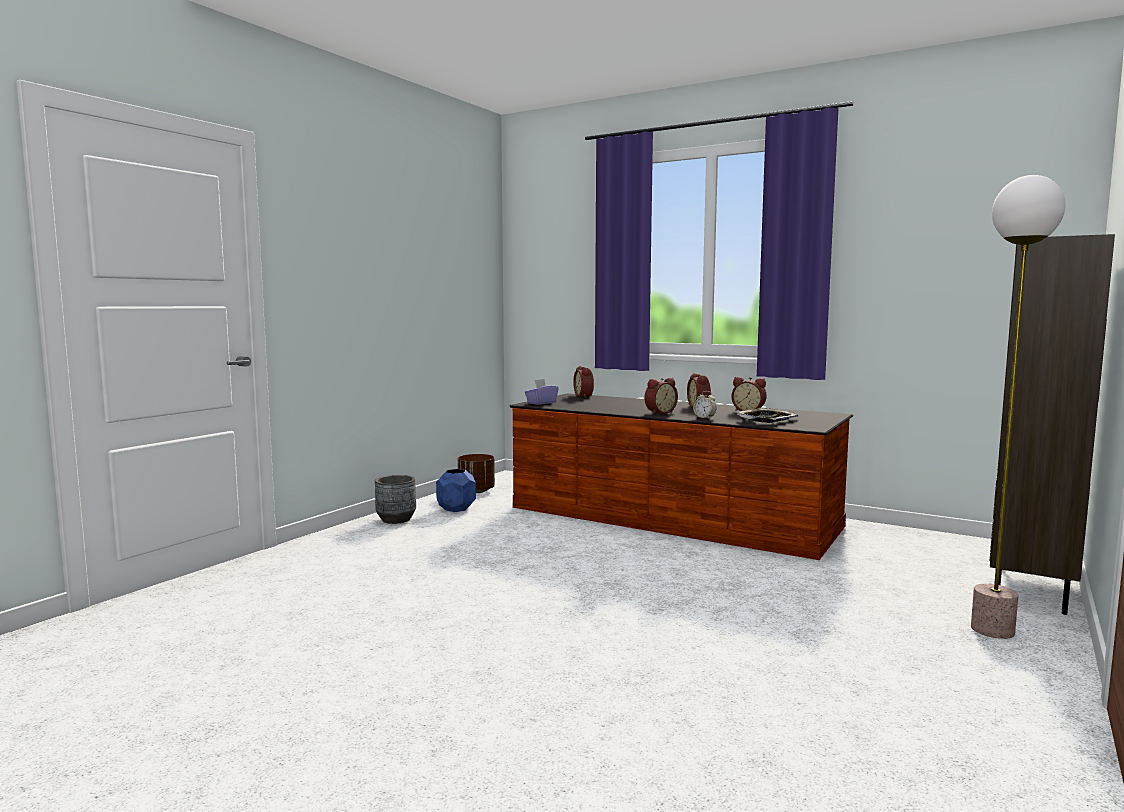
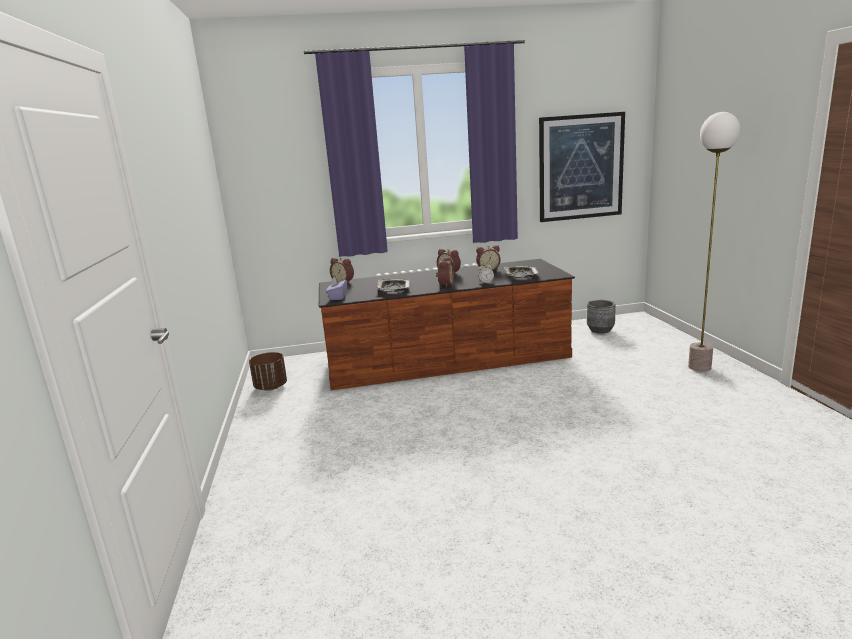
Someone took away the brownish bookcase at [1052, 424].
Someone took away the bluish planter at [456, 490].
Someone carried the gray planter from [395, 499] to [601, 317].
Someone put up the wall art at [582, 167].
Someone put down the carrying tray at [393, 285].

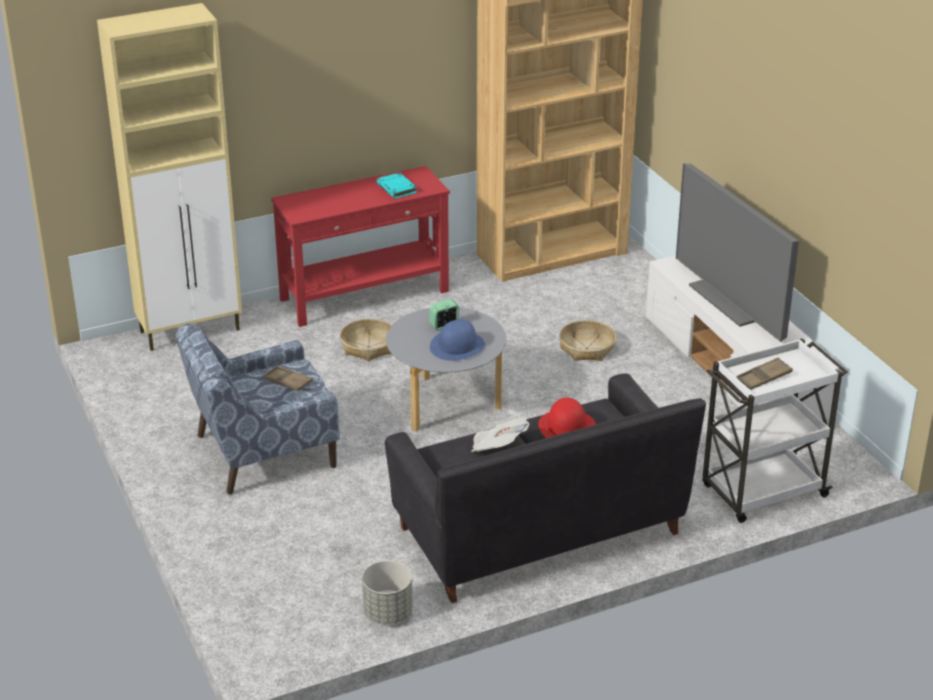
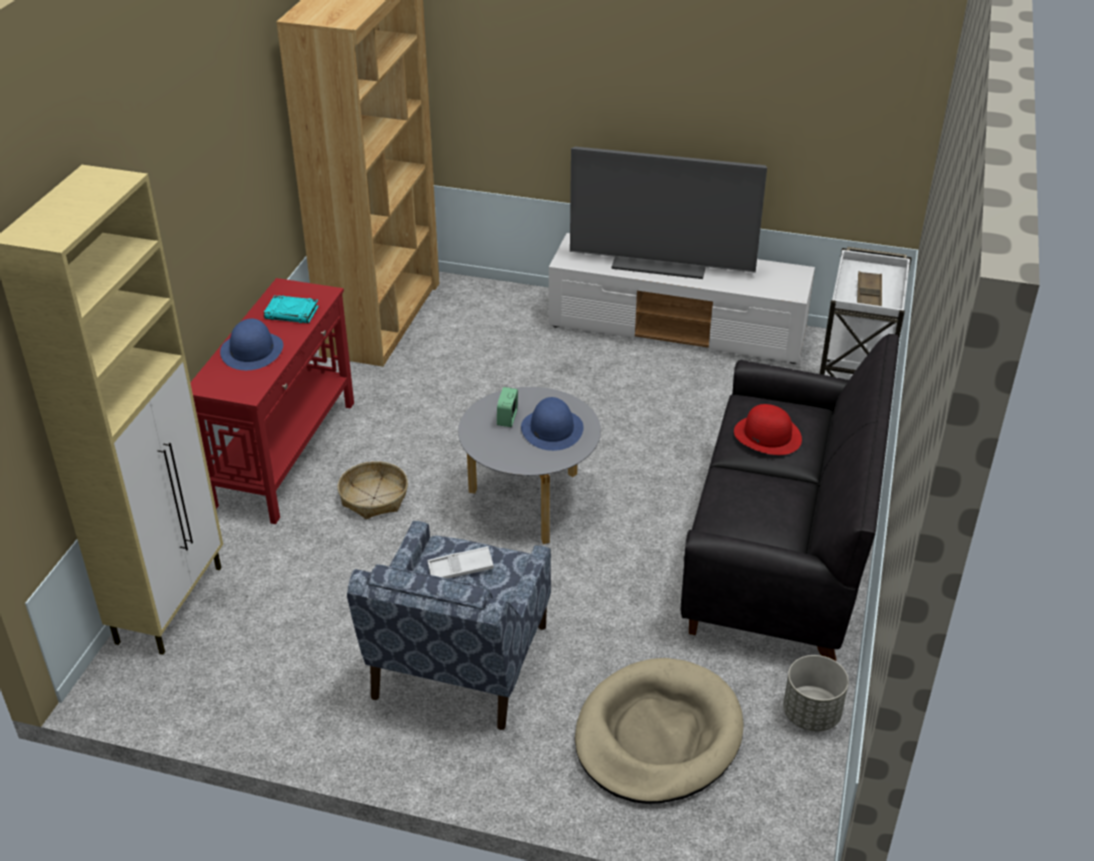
Someone took away the basket at [587, 340].
Someone repainted the brownish carrying tray at [288, 378], which became the white carrying tray at [460, 562].
Someone took away the newspaper at [500, 434].
Someone put down the bluish wearable hat at [251, 344].
Someone put down the beige dog cushion at [659, 731].

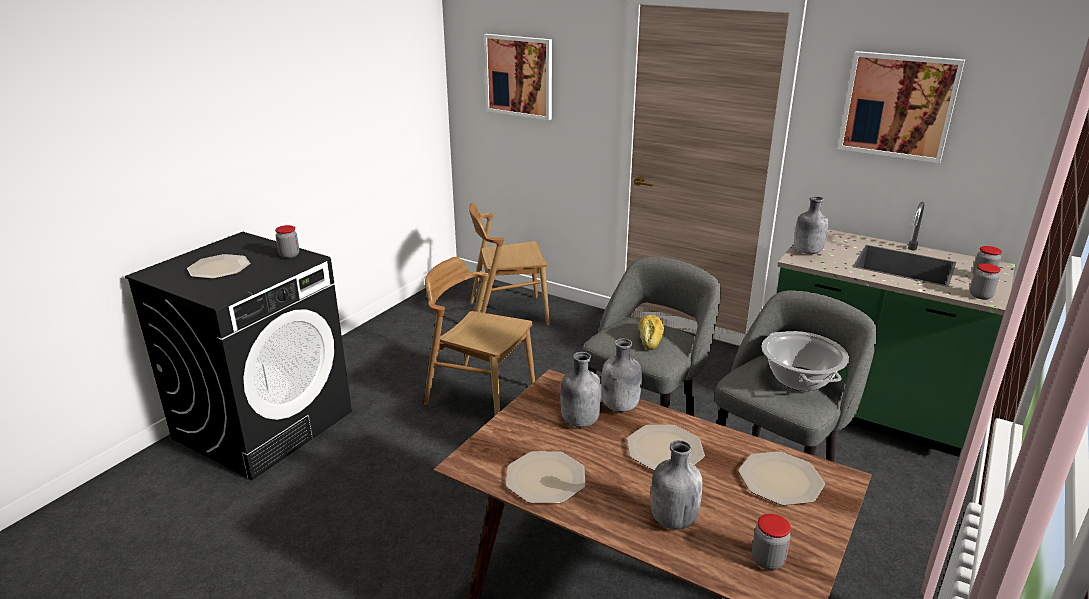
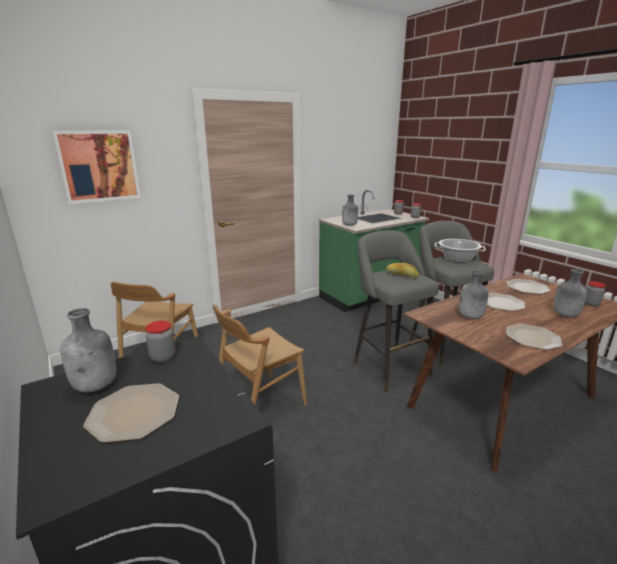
Someone took away the wall art at [901, 107].
Someone carried the gray beverage bottle from [621, 375] to [88, 350].

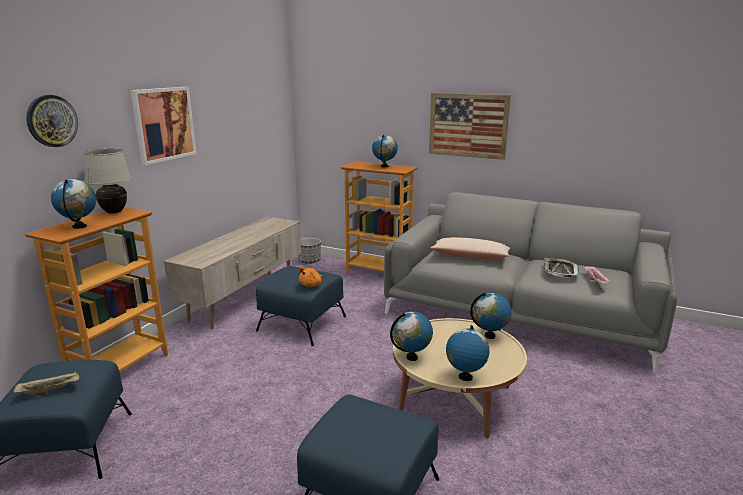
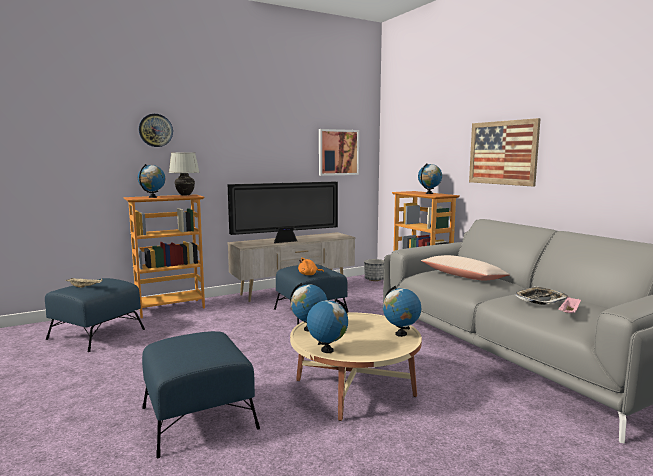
Someone carried the wall art from [163, 126] to [339, 152].
Someone put down the TV at [283, 212].

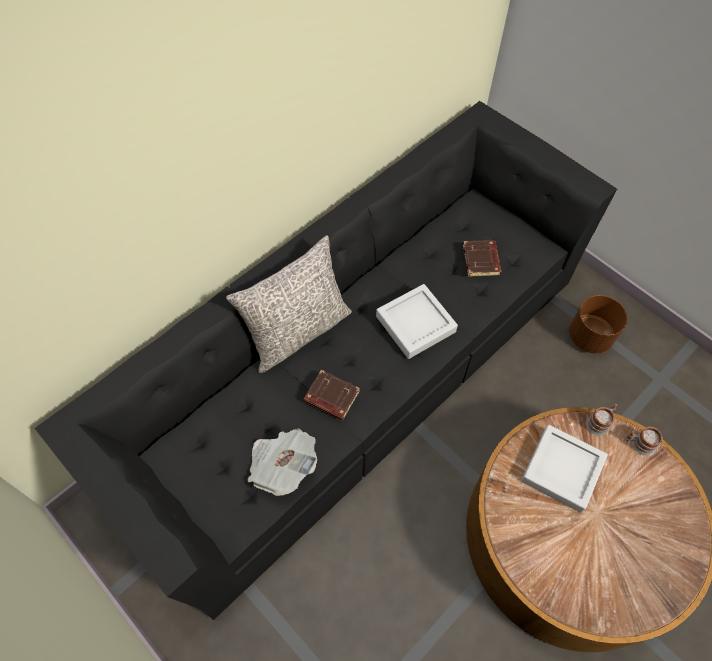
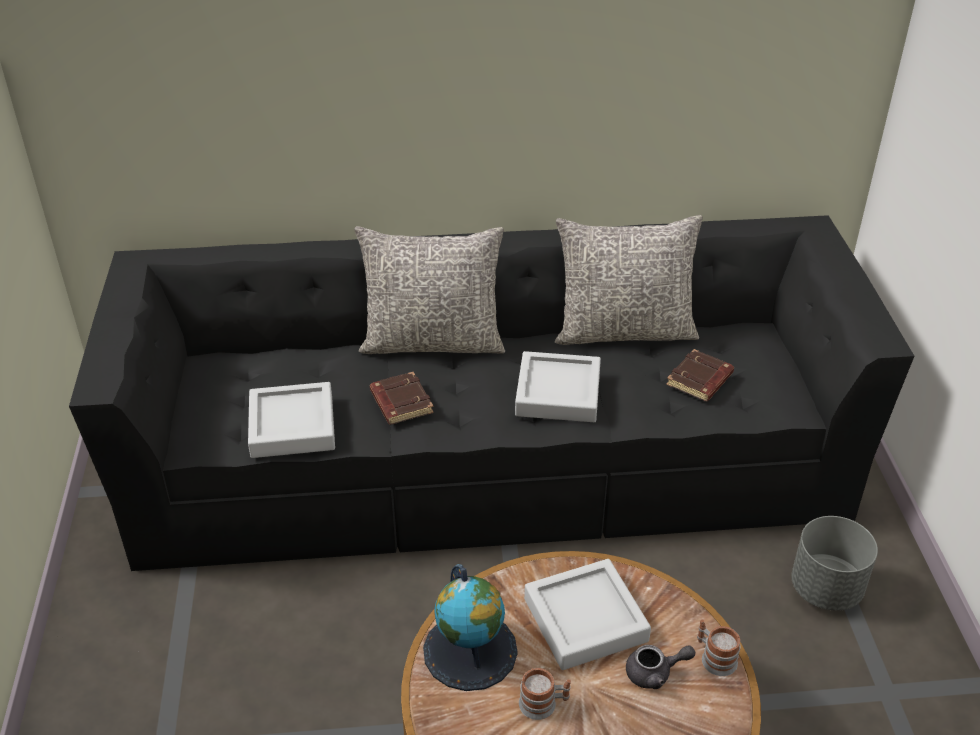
Someone repainted the brownish planter at [598, 324], which became the gray planter at [834, 563].
Someone carried the mug from [601, 420] to [545, 694].
Someone swapped the newspaper at [282, 462] for the gray carrying tray at [291, 420].
Someone put down the gray pillow at [629, 280].
Someone put down the globe at [470, 627].
Someone put down the gray tea pot at [660, 667].

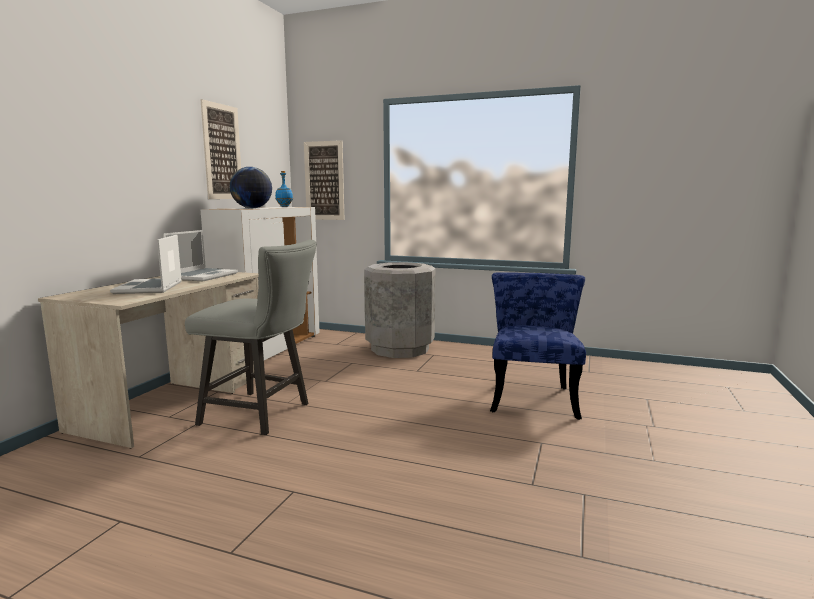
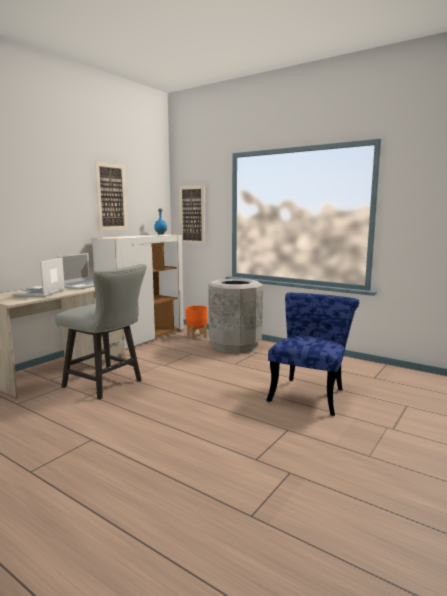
Someone took away the globe at [251, 187].
Someone put down the orange planter at [197, 322].

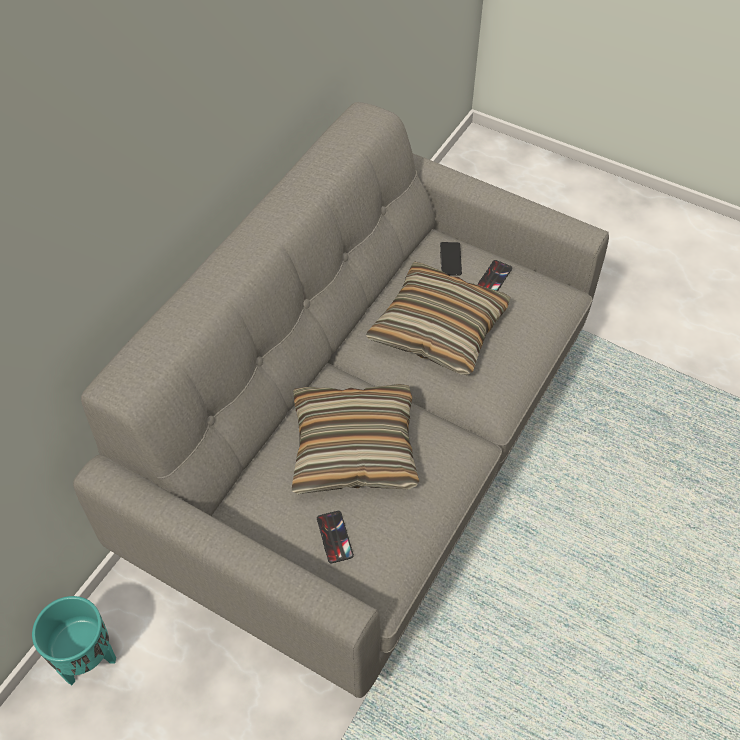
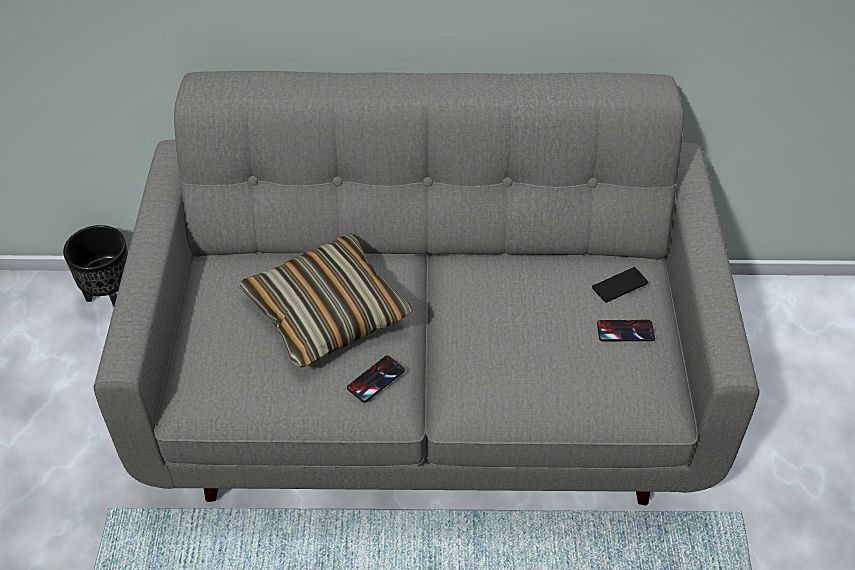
Someone took away the pillow at [438, 318].
Someone carried the handset from [335, 537] to [376, 379].
Someone repainted the turquoise planter at [74, 640], which became the black-coloured planter at [95, 266].

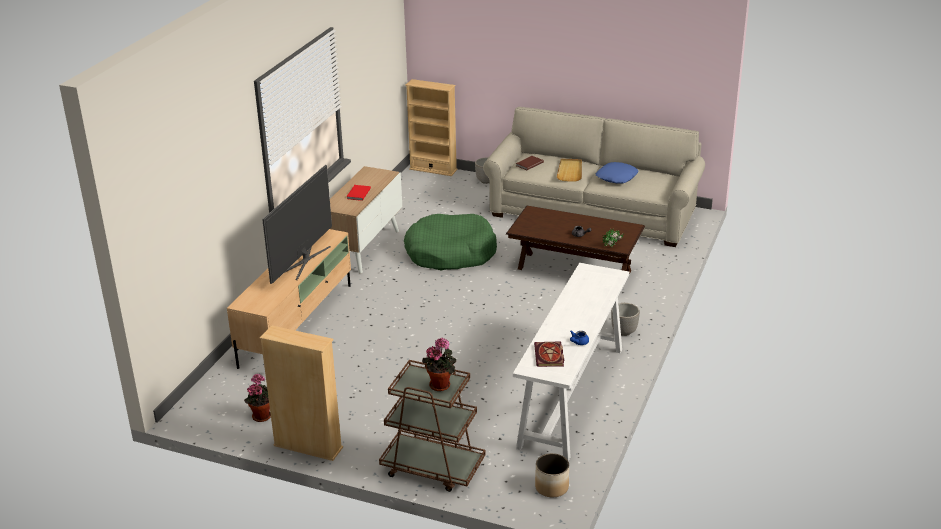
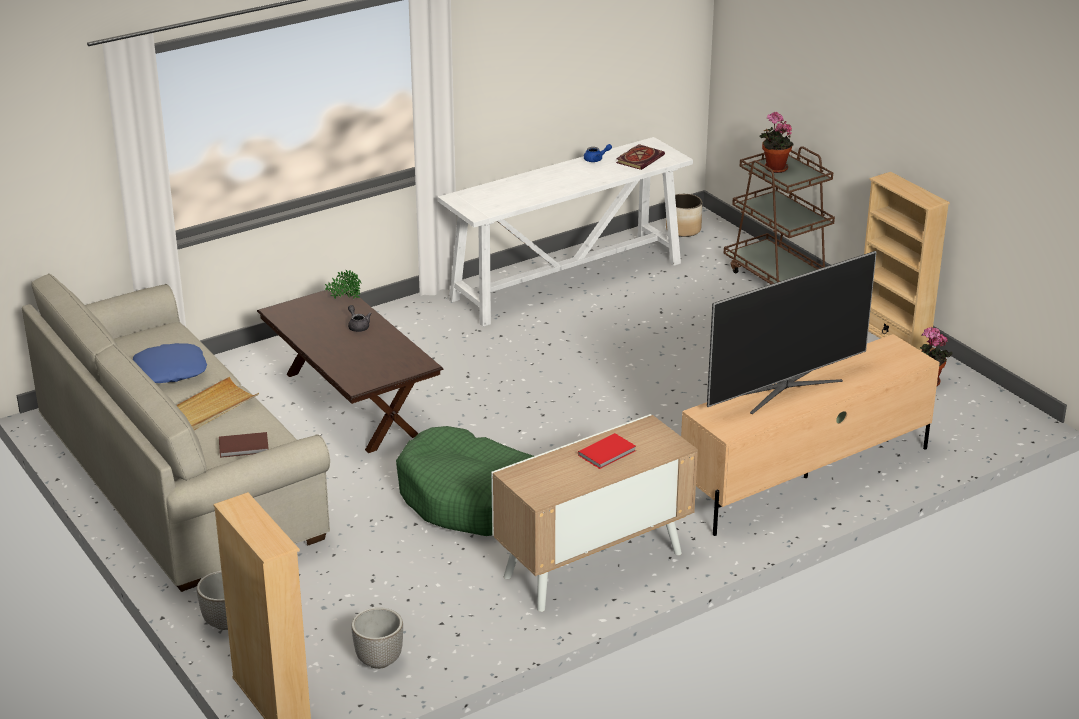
Someone carried the planter from [625, 319] to [377, 638].

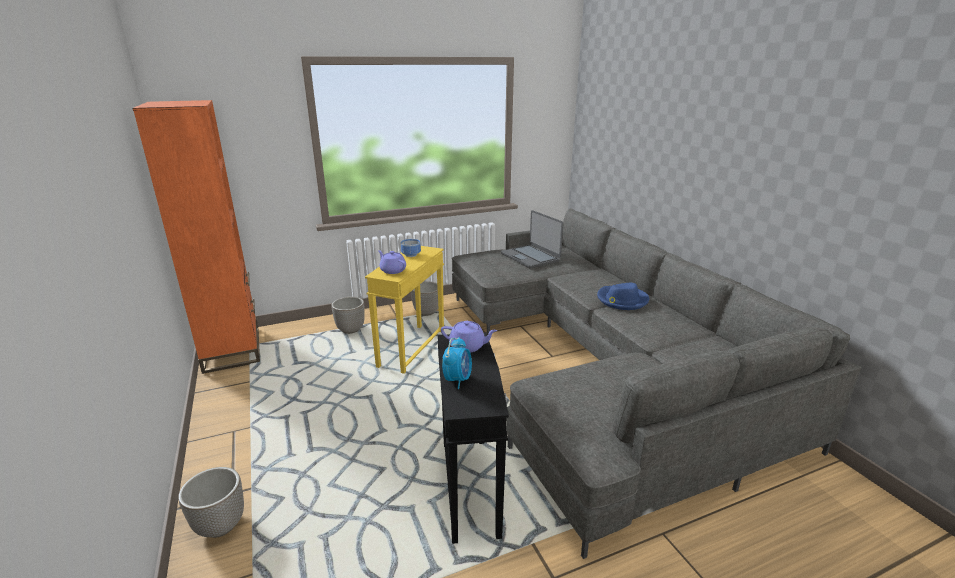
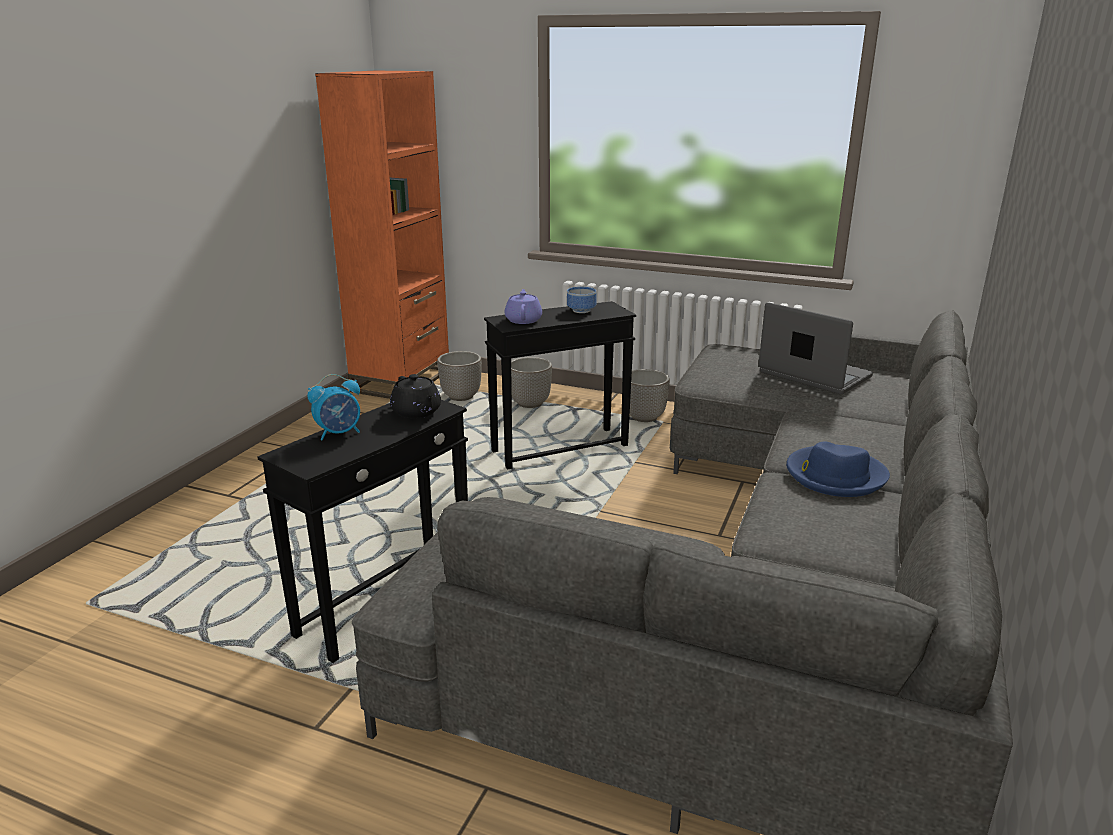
Someone rotated the notebook computer at [532, 239] by 120 degrees clockwise.
Someone repainted the yellow-coloured end table at [404, 310], which became the black-coloured end table at [560, 385].
Someone repainted the purple-coloured tea pot at [469, 337], which became the black-coloured tea pot at [415, 396].
Someone carried the planter from [211, 502] to [459, 376].

